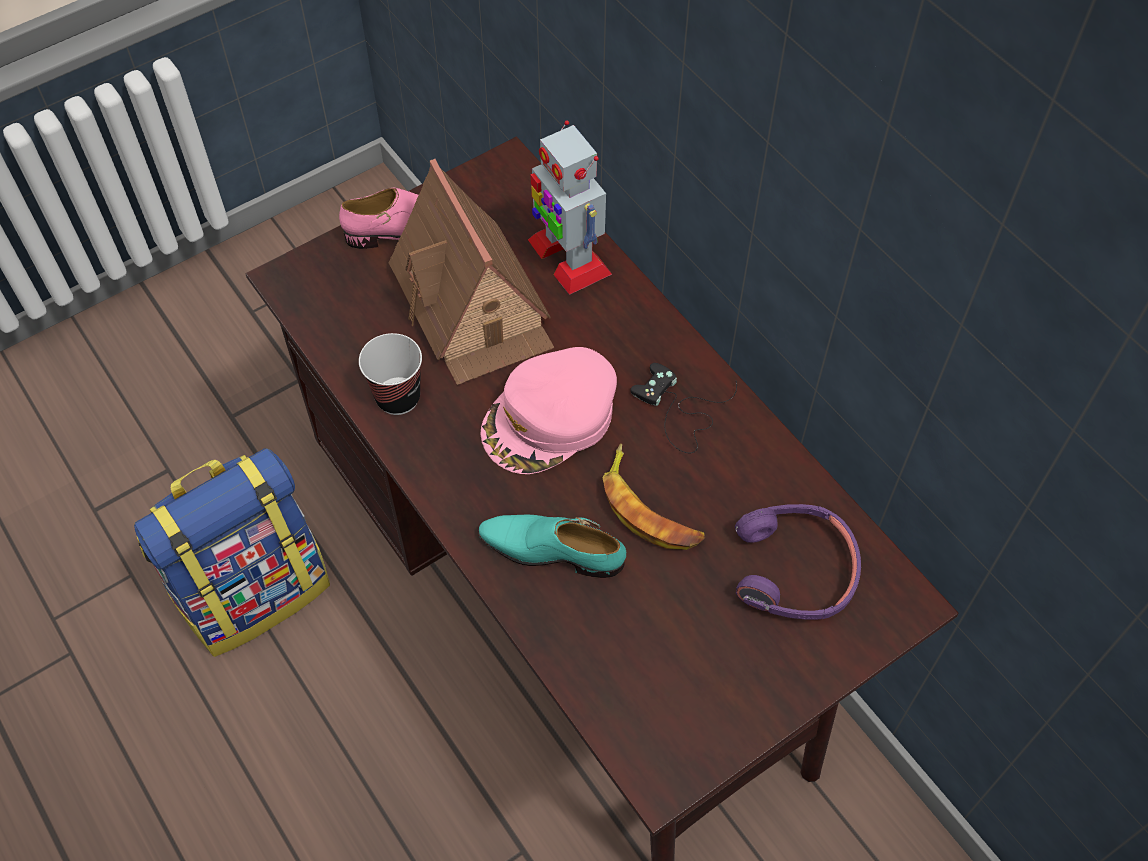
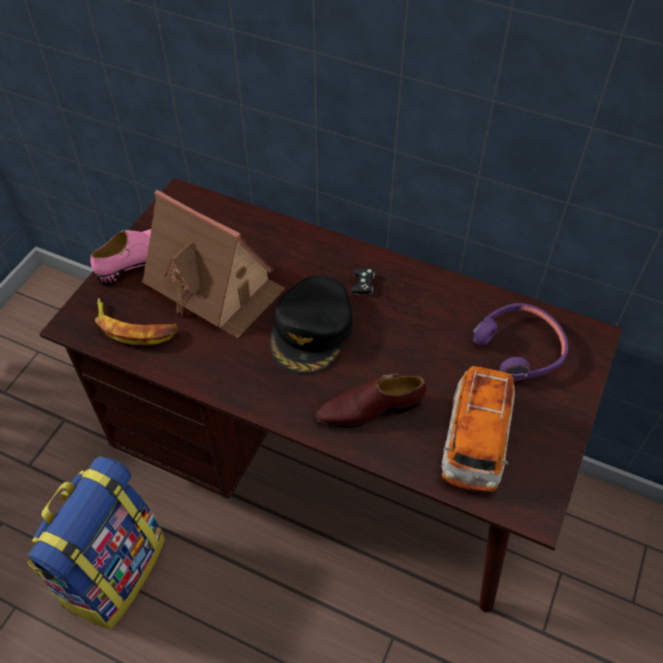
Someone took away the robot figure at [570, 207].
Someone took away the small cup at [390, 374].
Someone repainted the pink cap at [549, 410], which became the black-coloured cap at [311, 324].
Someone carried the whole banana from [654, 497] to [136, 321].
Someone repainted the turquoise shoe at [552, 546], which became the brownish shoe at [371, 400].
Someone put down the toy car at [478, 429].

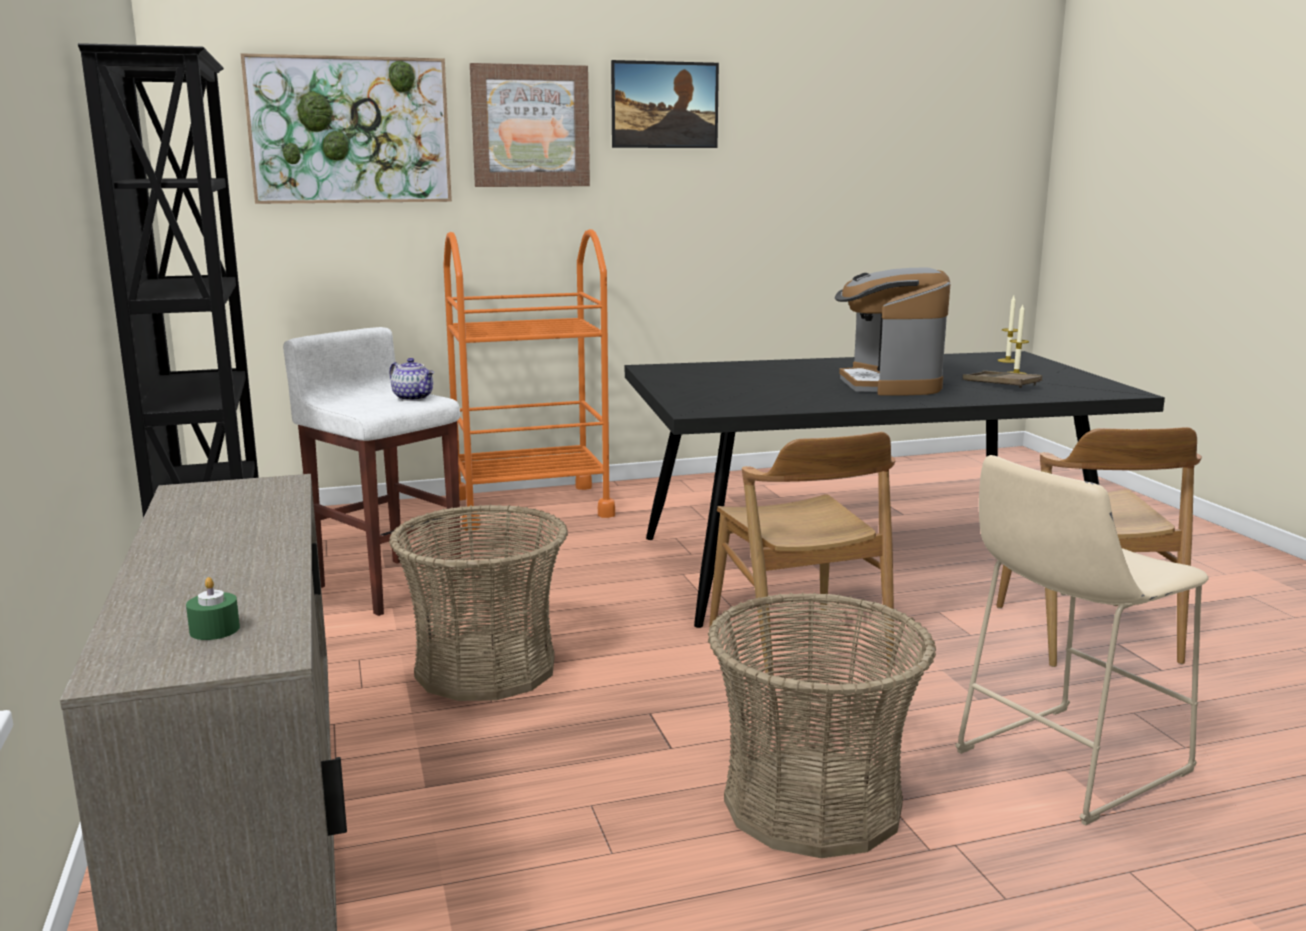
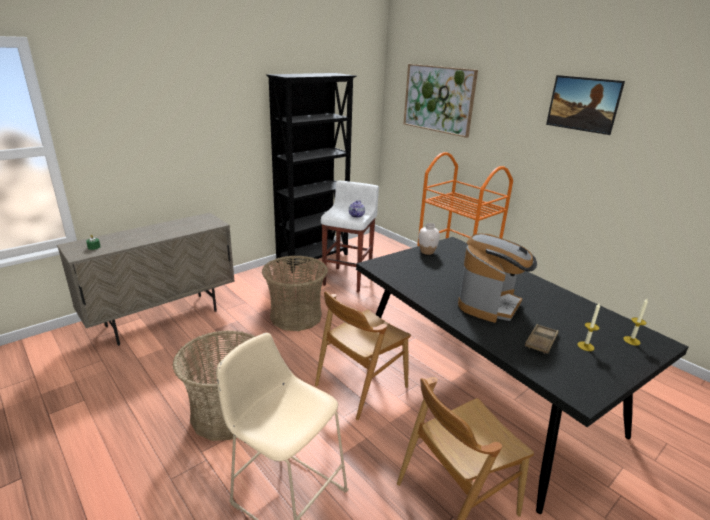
Someone took away the wall art at [530, 125].
Someone rotated the coffee maker at [892, 332] by 150 degrees clockwise.
Someone put down the white flower vase at [429, 239].

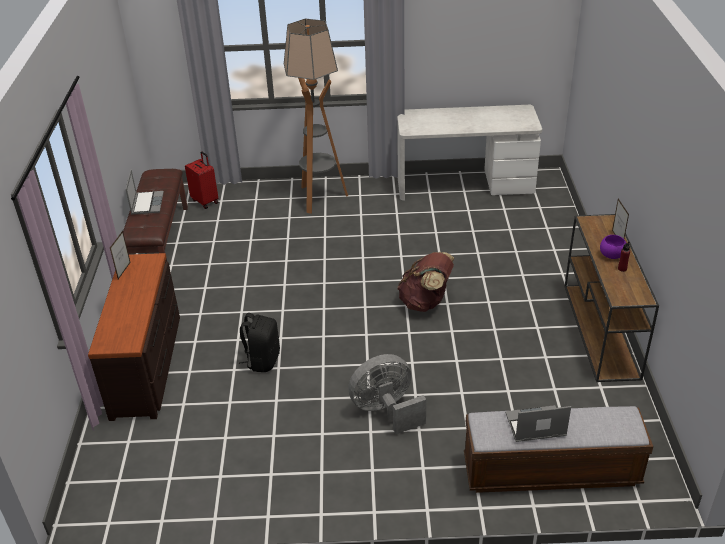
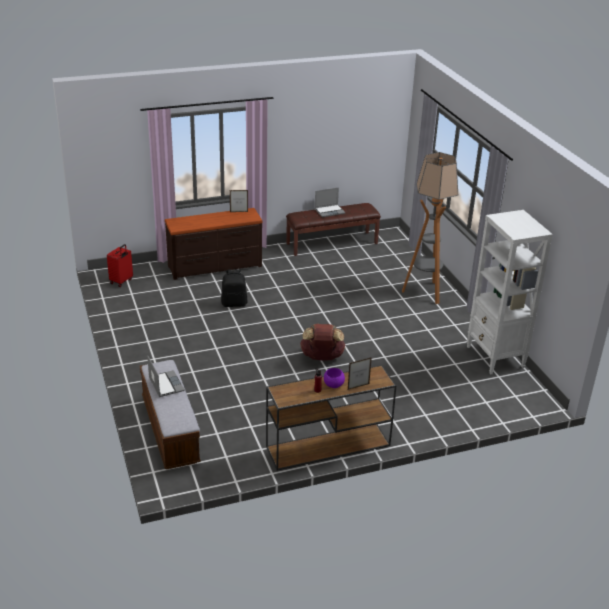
Someone swapped the white desk at [469, 153] for the white bookcase at [510, 292].
Someone carried the reddish suitcase from [202, 180] to [120, 265].
Someone took away the gray electric fan at [387, 394].

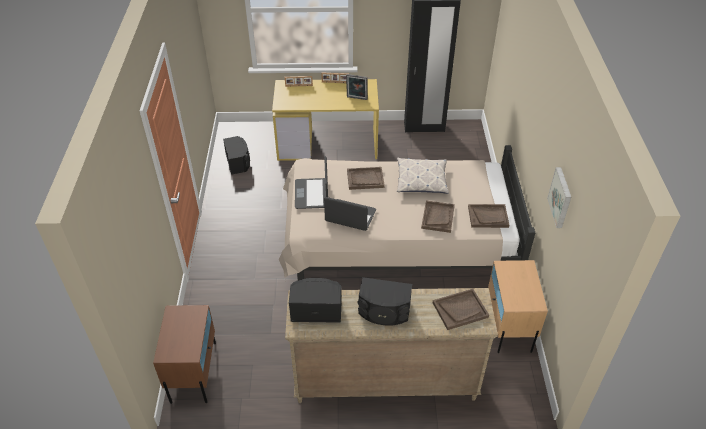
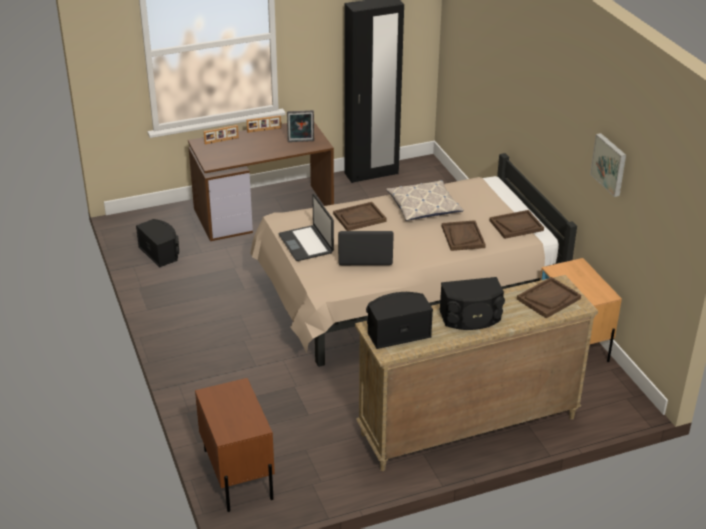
Someone repainted the yellow-coloured desk at [325, 120], which became the brownish desk at [261, 181].

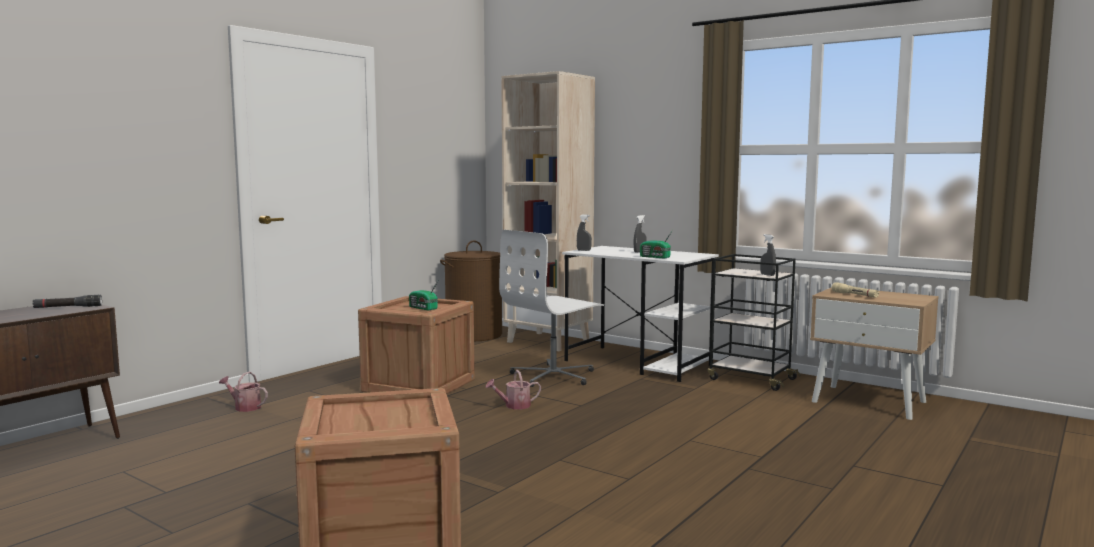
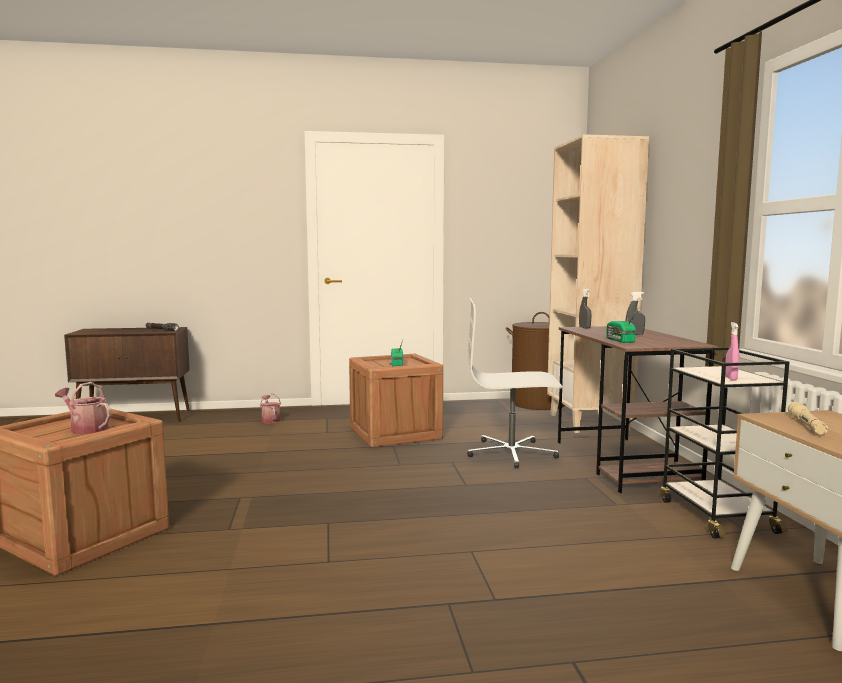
Someone repainted the gray hand sprayer at [768, 255], which became the pink hand sprayer at [732, 351].
Someone repainted the white desk at [640, 314], which became the brownish desk at [638, 409].
Someone carried the watering pot from [513, 389] to [83, 408].

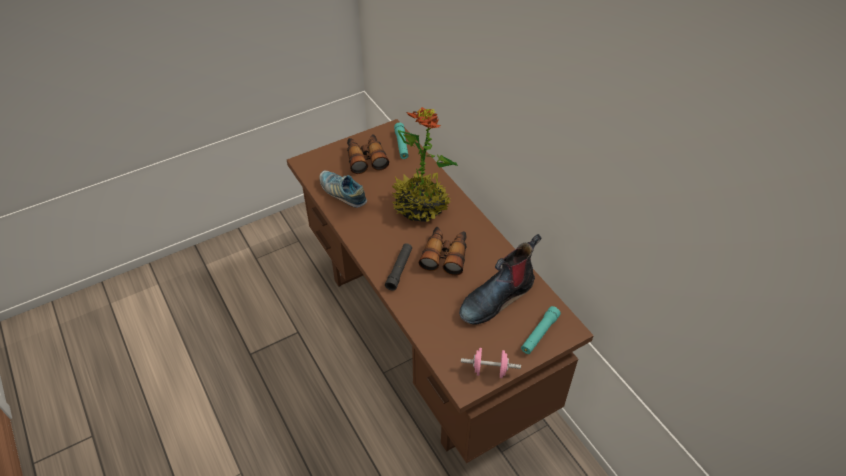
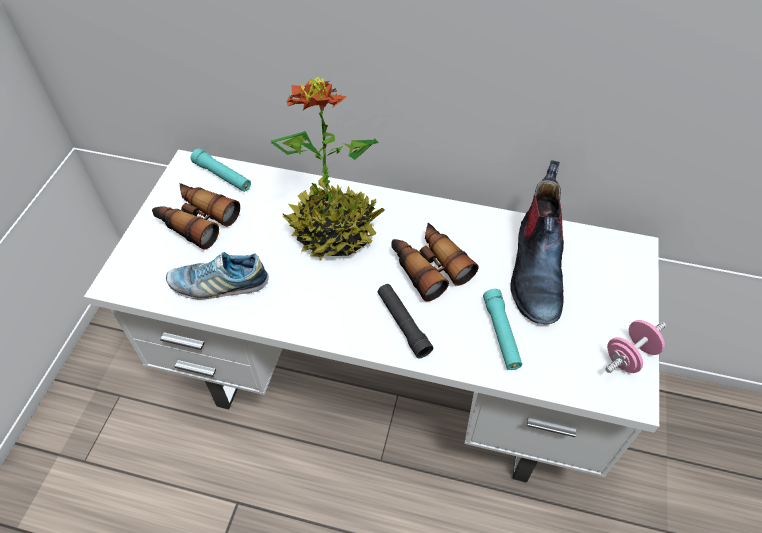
Someone repainted the brownish desk at [440, 291], which became the white desk at [371, 316].
Someone carried the turquoise torch from [541, 330] to [502, 329].

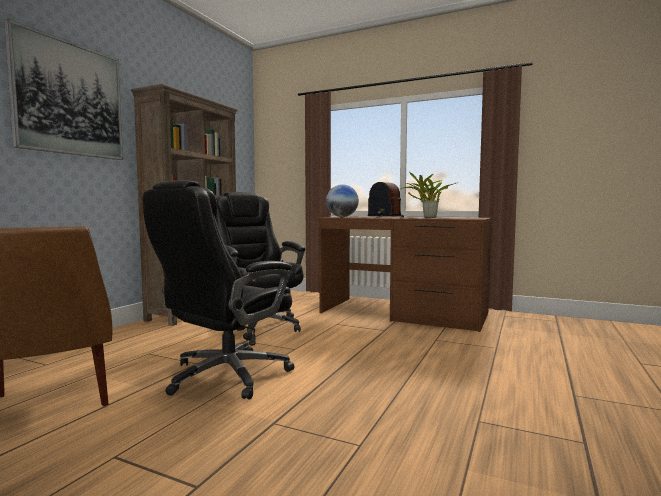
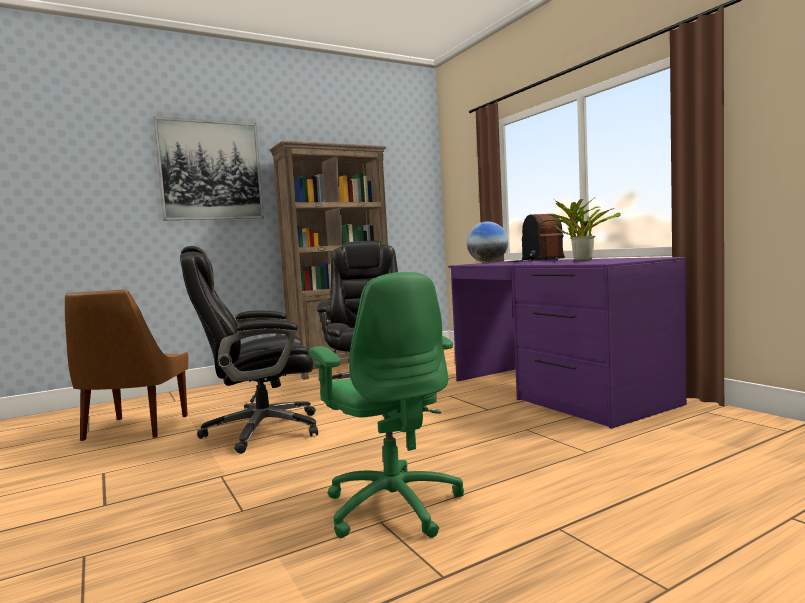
Someone repainted the brownish desk at [404, 274], which became the purple-coloured desk at [567, 343].
Someone put down the greenish office chair at [386, 405].

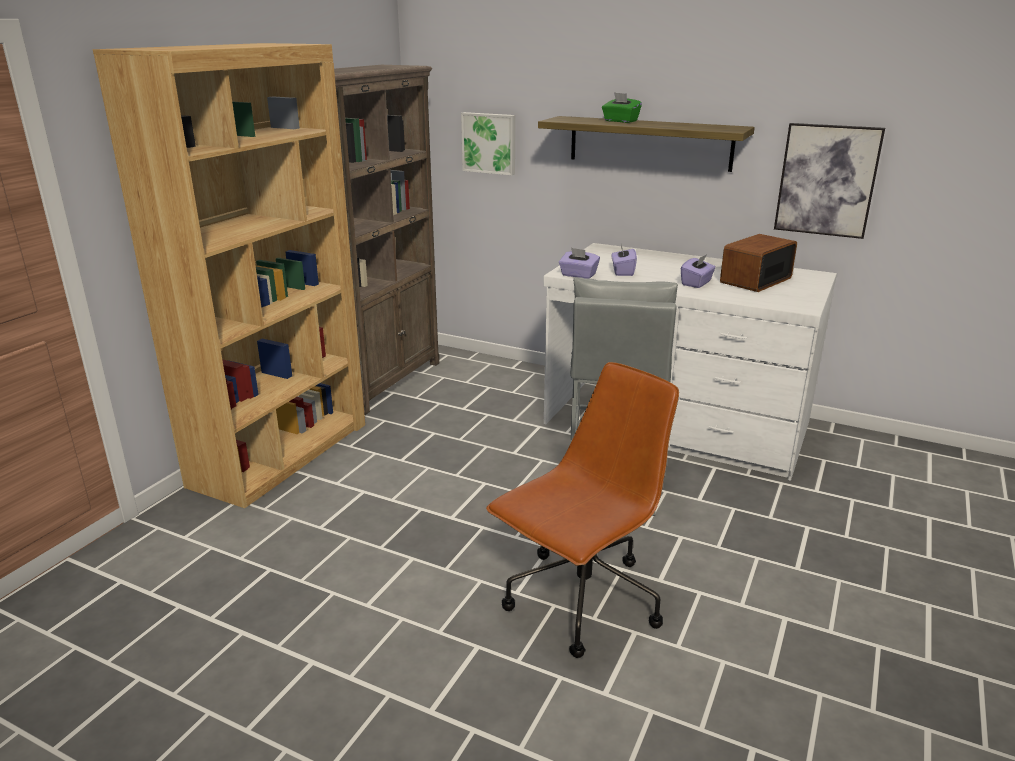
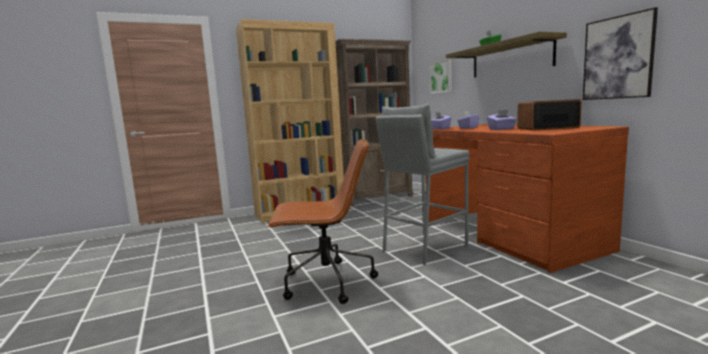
Someone repainted the white desk at [690, 362], which became the brownish desk at [527, 198].

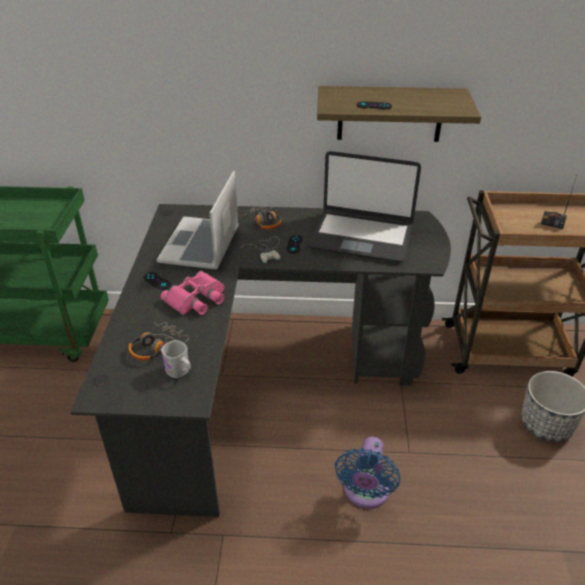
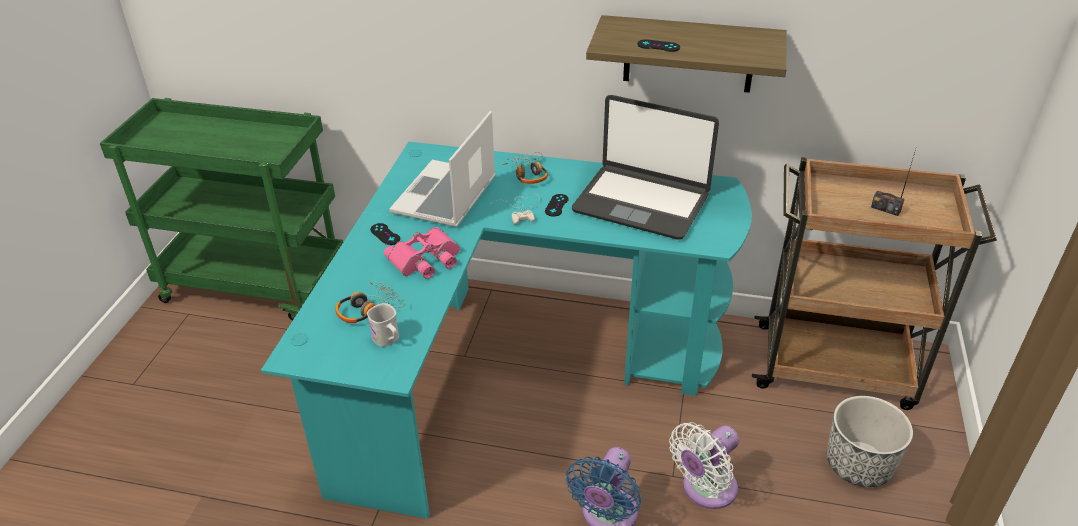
Someone repainted the black-coloured desk at [260, 360], which became the turquoise desk at [506, 330].
Someone put down the white electric fan at [704, 465].

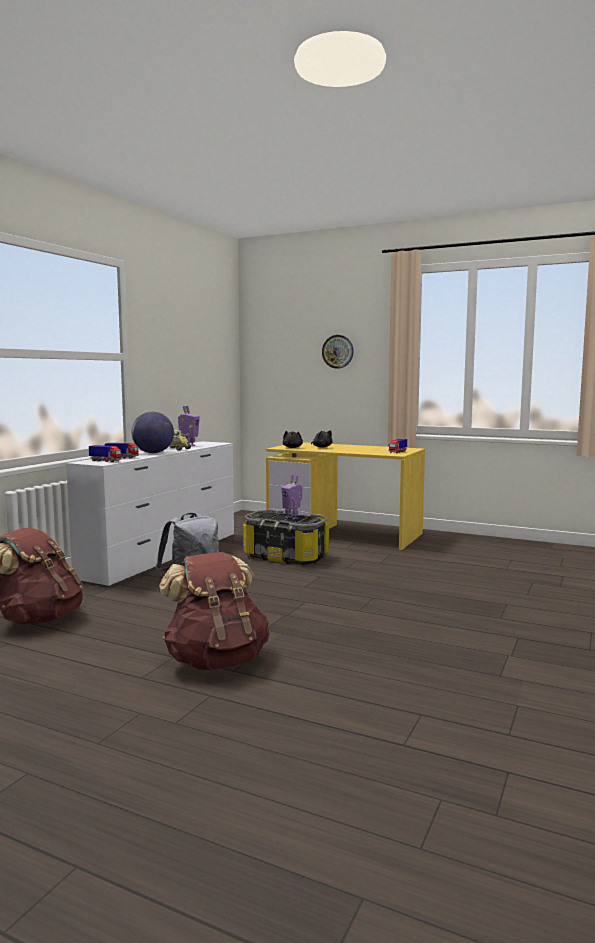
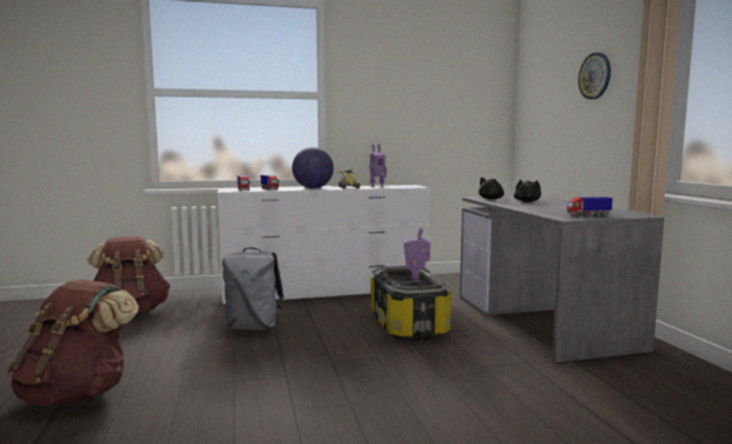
Someone repainted the yellow-coloured desk at [345, 496], which became the gray desk at [562, 279].

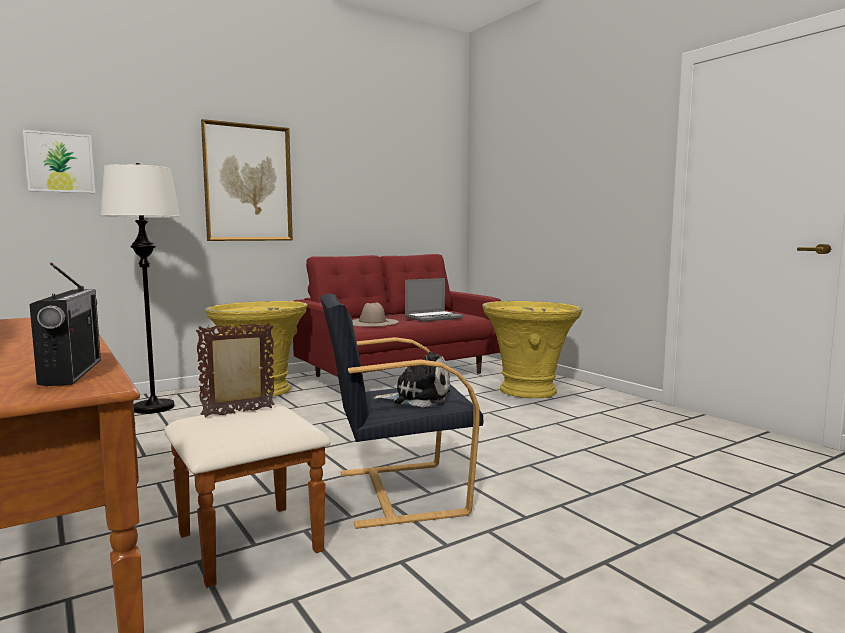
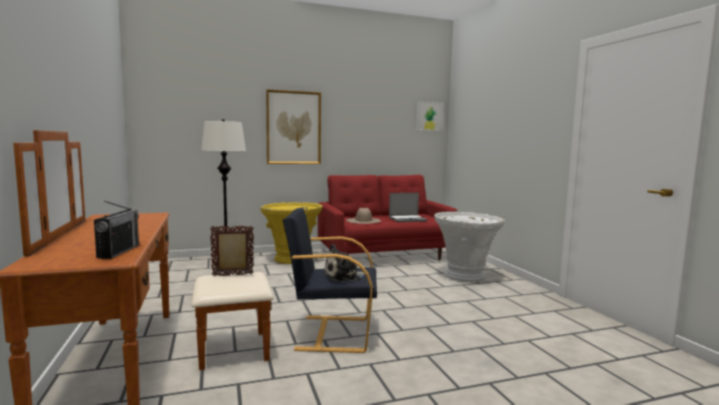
Someone carried the wall art from [59, 161] to [430, 116].
Someone repainted the yellow-coloured planter at [533, 349], which became the white planter at [469, 246].
Someone rotated the soft toy at [411, 379] by 135 degrees clockwise.

